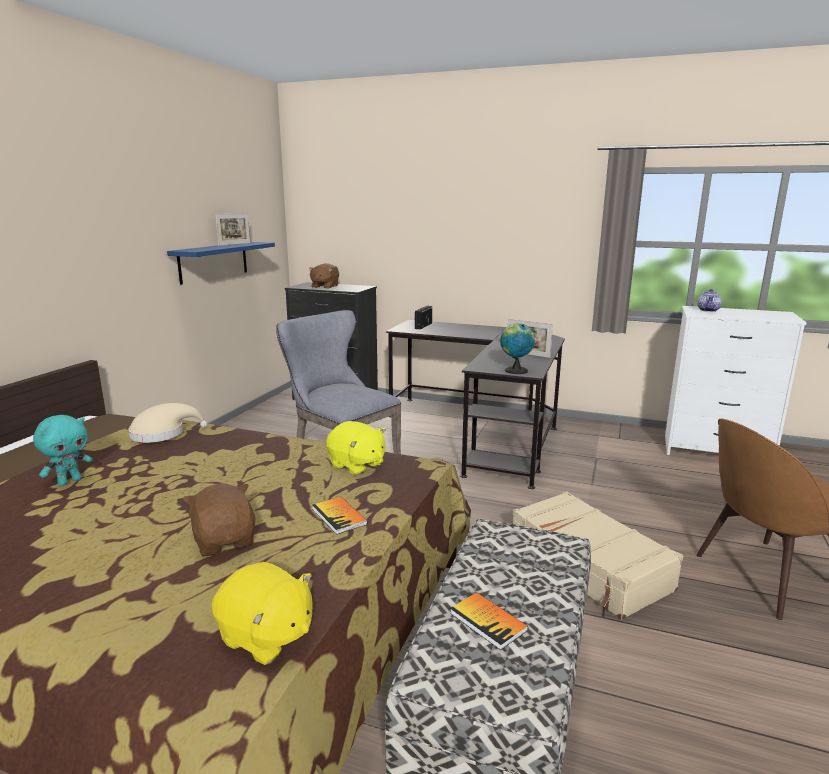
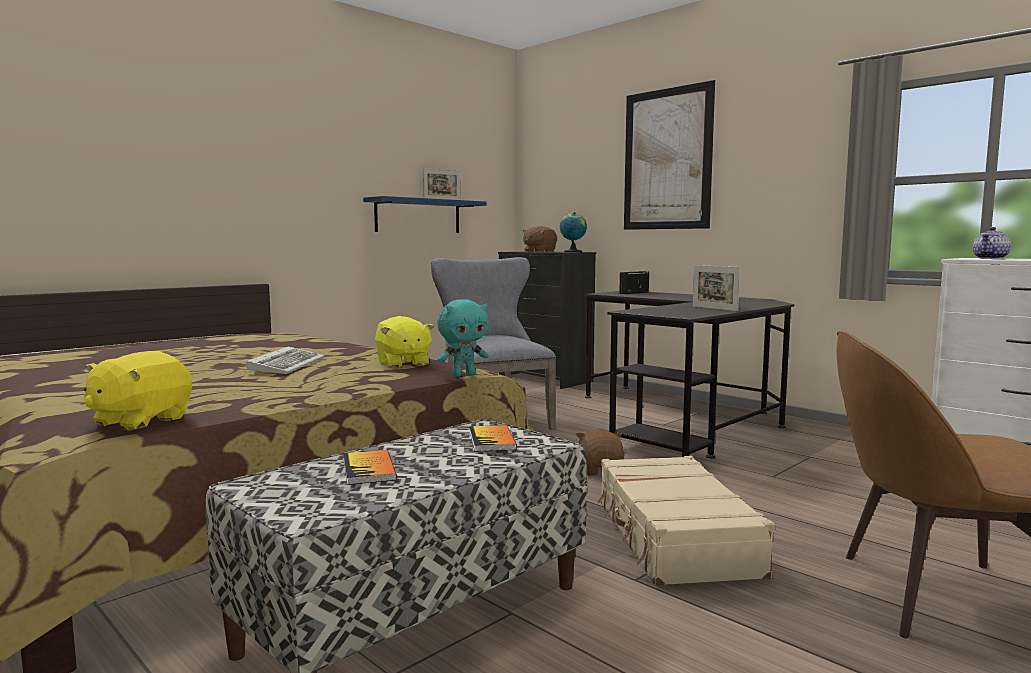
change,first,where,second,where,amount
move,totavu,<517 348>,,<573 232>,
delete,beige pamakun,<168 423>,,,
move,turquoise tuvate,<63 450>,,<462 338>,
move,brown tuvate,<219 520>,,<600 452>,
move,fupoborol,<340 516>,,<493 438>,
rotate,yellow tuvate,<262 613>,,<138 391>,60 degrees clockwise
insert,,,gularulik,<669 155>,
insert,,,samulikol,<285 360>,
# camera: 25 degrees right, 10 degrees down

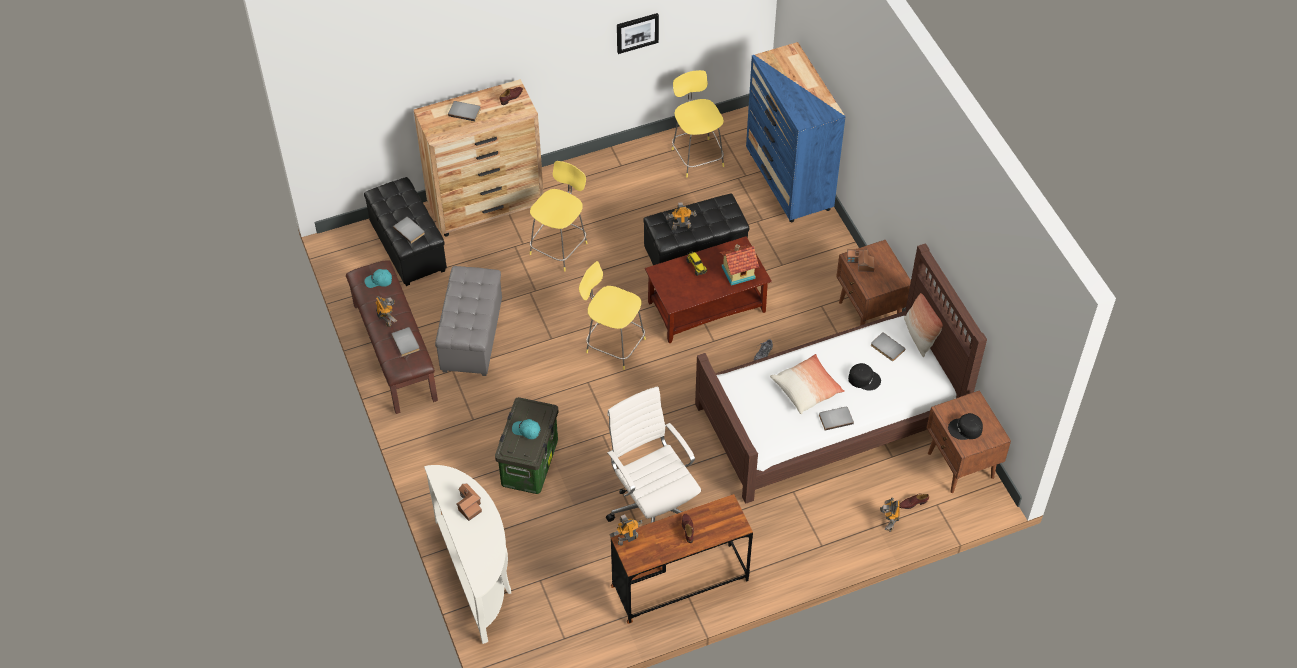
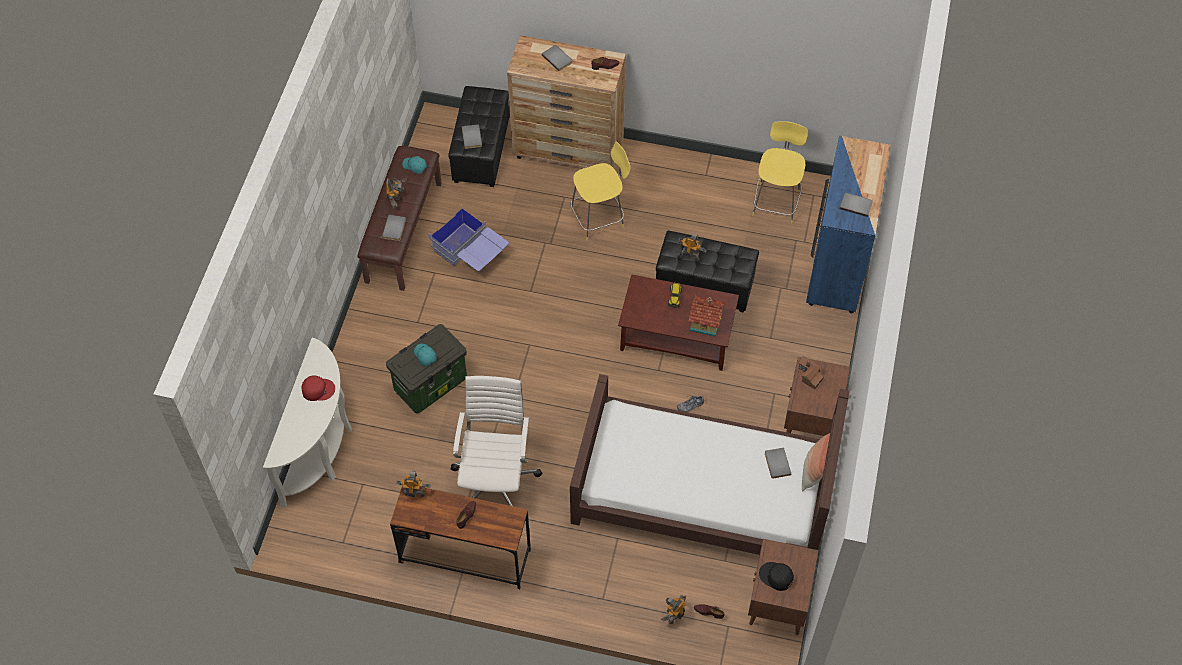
change,first,where,second,where,amount
delete,gularulik,<638 33>,,,
delete,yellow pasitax,<612 315>,,,
replace,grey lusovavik,<468 321>,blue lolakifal,<468 240>,
delete,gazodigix,<807 384>,,,
delete,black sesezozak,<864 377>,,,
move,grey fupoborol,<836 419>,,<856 205>,
replace,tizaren,<469 502>,red sesezozak,<318 388>,
# camera: 35 degrees right, 5 degrees up

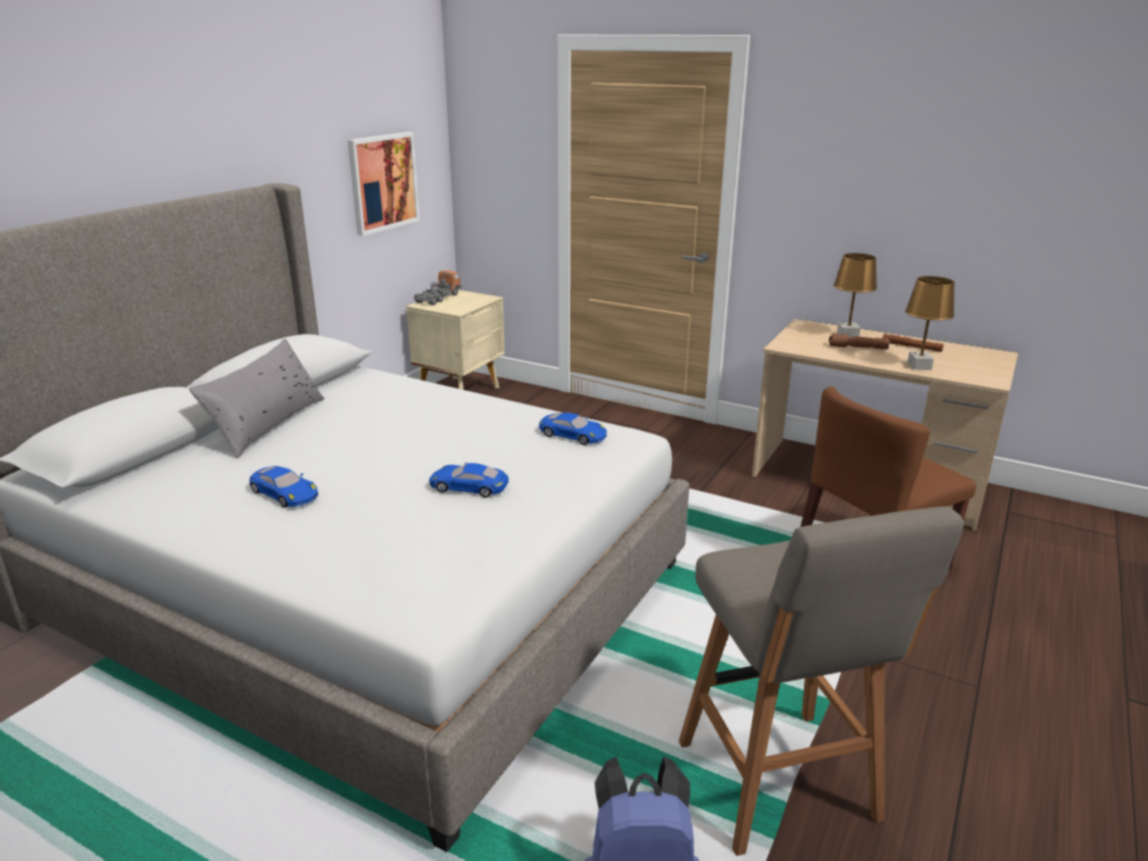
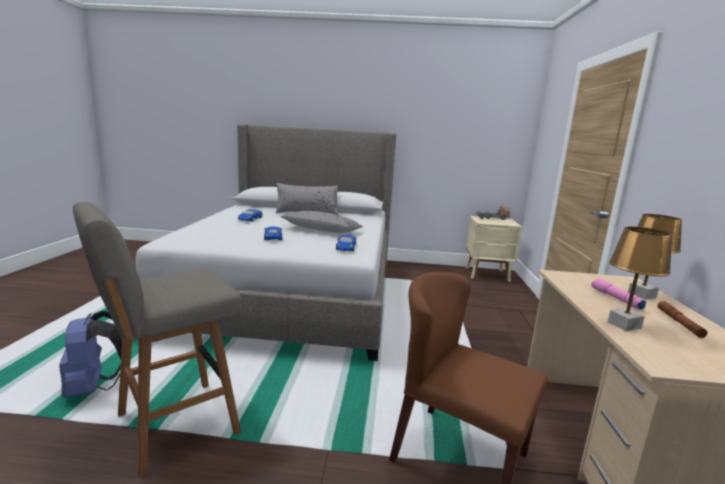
change,first,where,second,where,amount
delete,gularulik,<384 184>,,,
recolor,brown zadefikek,<859 341>,pink zadefikek,<619 294>,
insert,,,grey gazodigix,<321 222>,
# camera: 65 degrees right, 10 degrees down

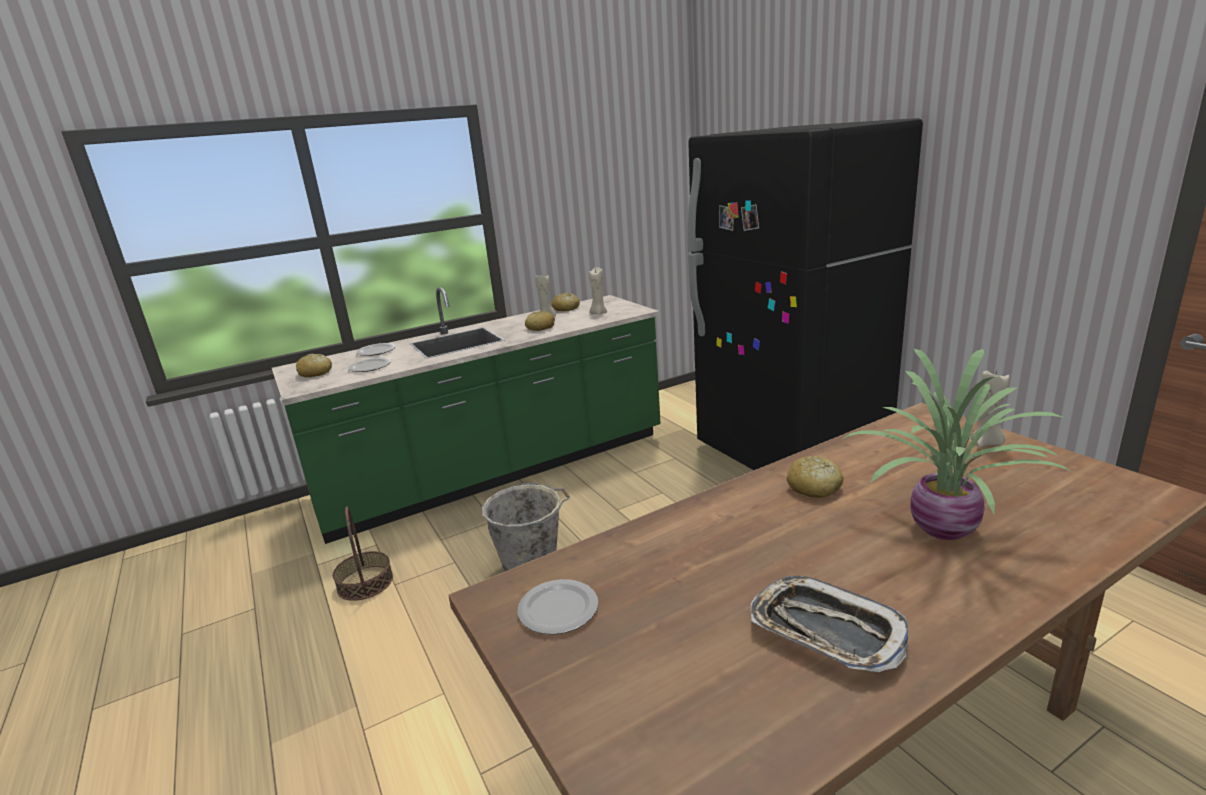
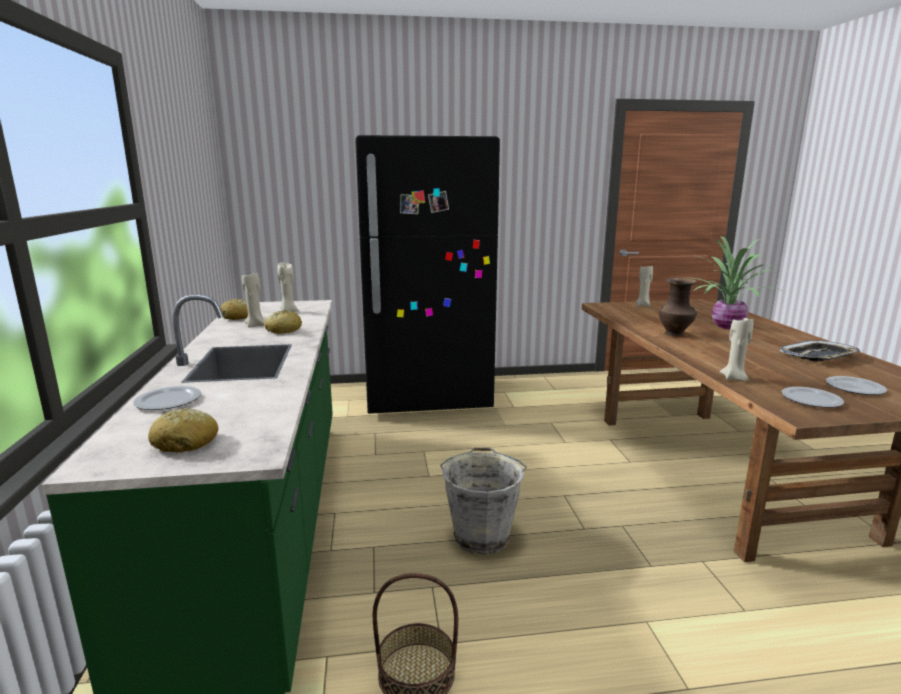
change,first,where,second,where,amount
move,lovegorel,<369 365>,,<856 385>,
replace,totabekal,<815 477>,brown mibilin,<678 307>,
insert,,,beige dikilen,<737 348>,
# camera: 70 degrees left, 5 degrees down

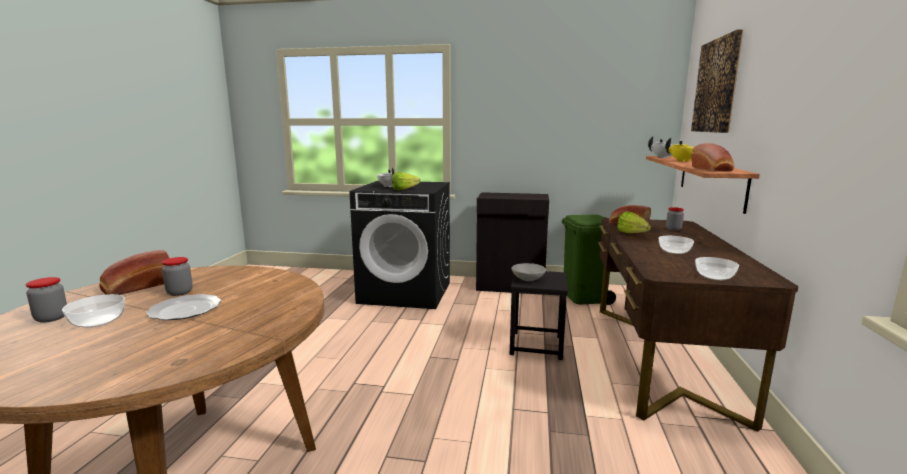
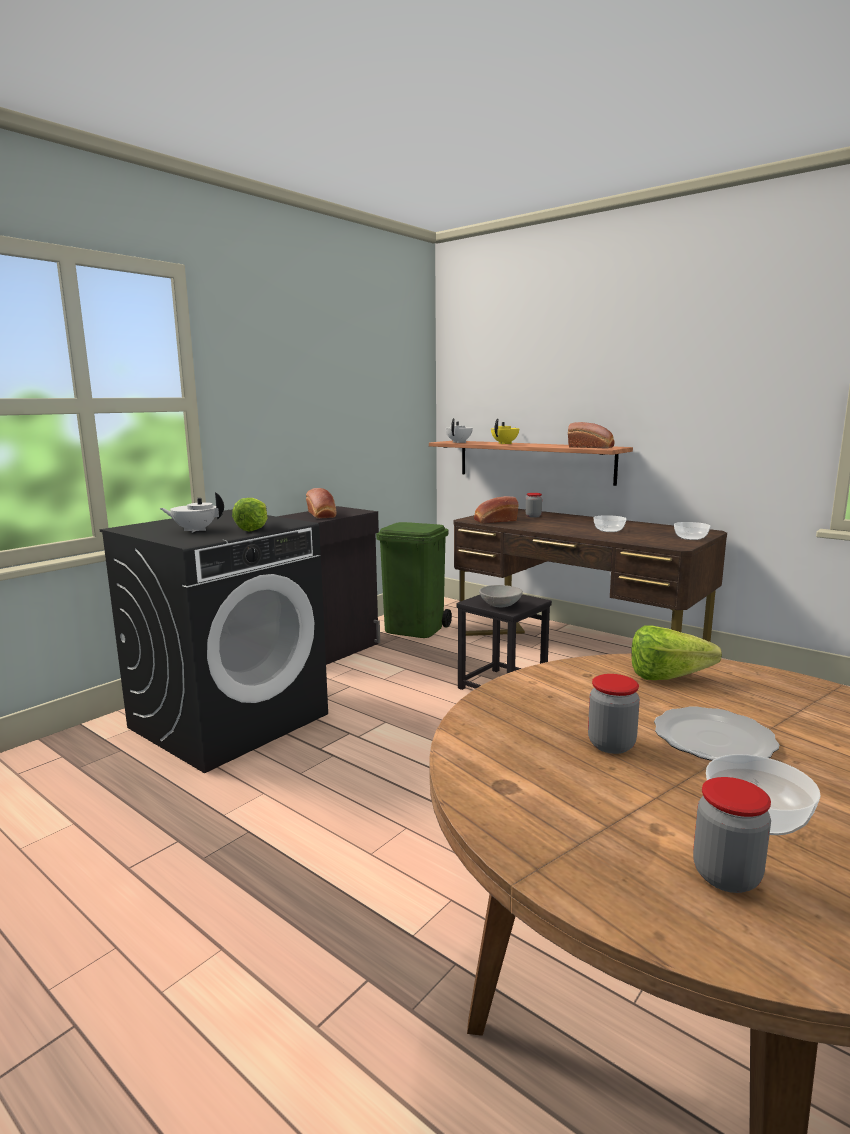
change,first,where,second,where,amount
delete,gularulik,<717 81>,,,
move,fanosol,<634 222>,,<676 652>,
move,totabekal,<134 272>,,<321 503>,
# camera: 60 degrees left, 0 degrees up

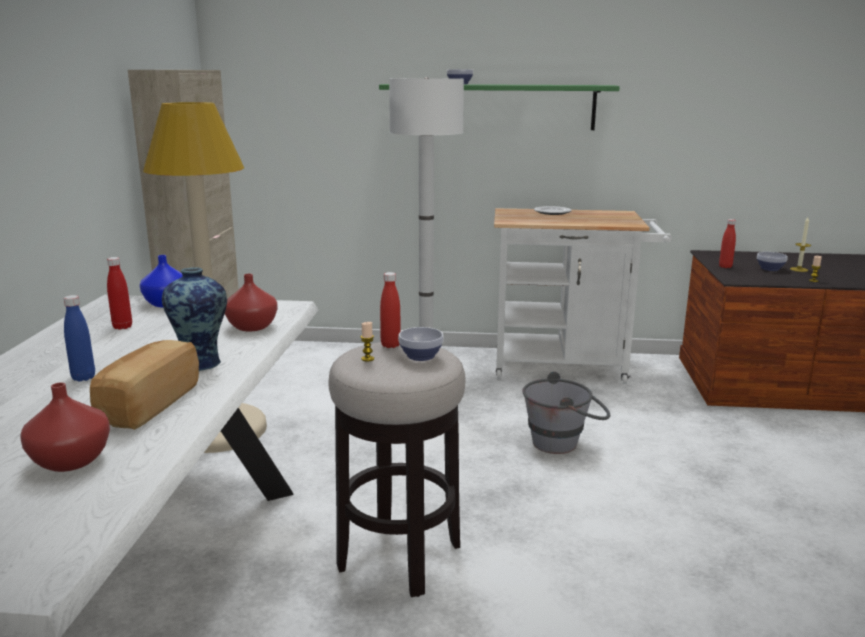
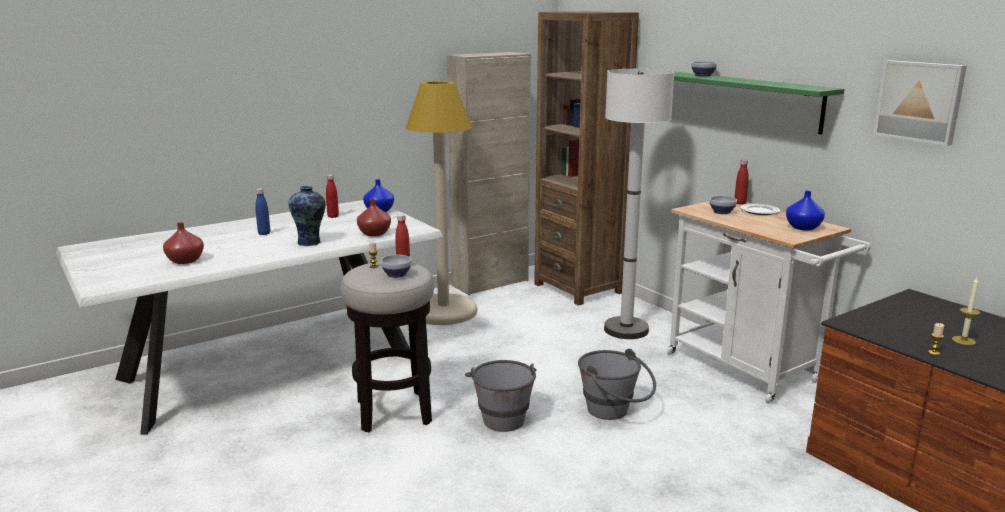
change,first,where,second,where,amount
move,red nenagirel,<727 243>,,<741 182>,
move,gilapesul,<772 261>,,<723 205>,
delete,totabekal,<144 385>,,,
insert,,,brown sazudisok,<586 158>,
insert,,,gularulik,<920 103>,
insert,,,blue mibilin,<805 211>,
insert,,,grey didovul,<501 396>,
# camera: 50 degrees right, 0 degrees up

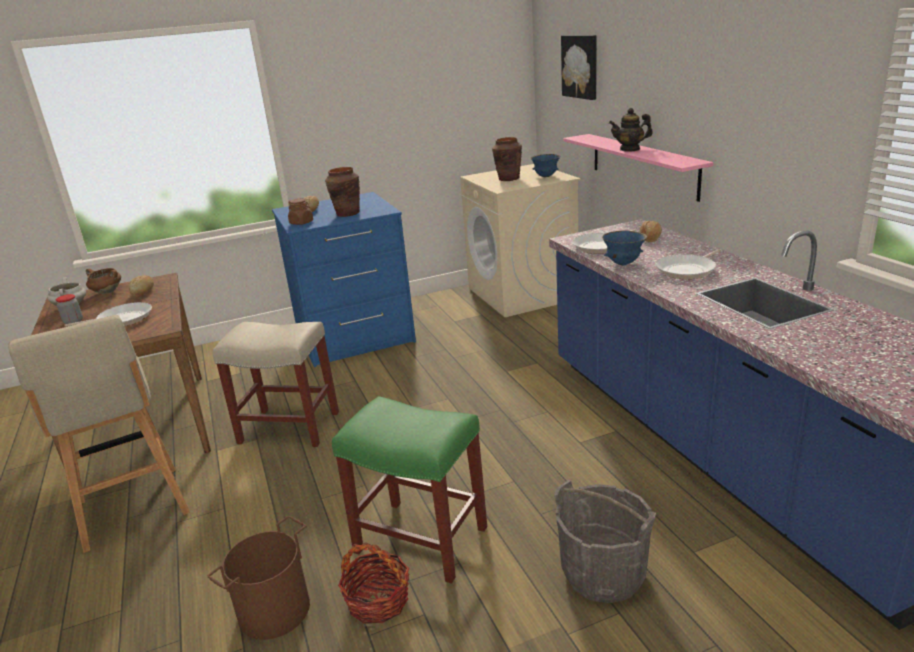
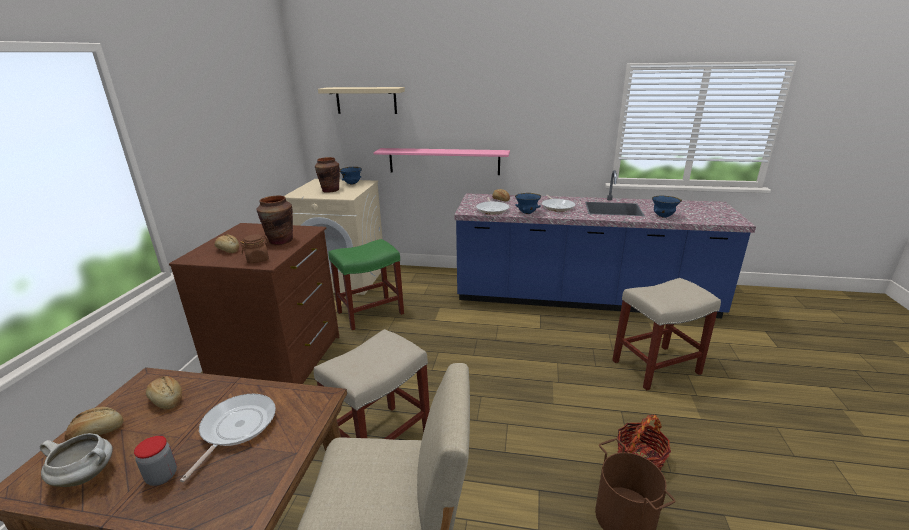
change,first,where,second,where,amount
replace,gularulik,<579 67>,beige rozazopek,<361 100>,
delete,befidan,<631 130>,,,
recolor,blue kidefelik,<344 279>,brown kidefelik,<254 303>,
replace,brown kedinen,<103 281>,totabekal,<94 424>,
move,green pasitax,<409 490>,,<366 284>,
replace,grey didovul,<605 541>,beige pasitax,<666 334>,
insert,,,blue gilapesul,<667 207>,
# camera: 60 degrees left, 0 degrees up

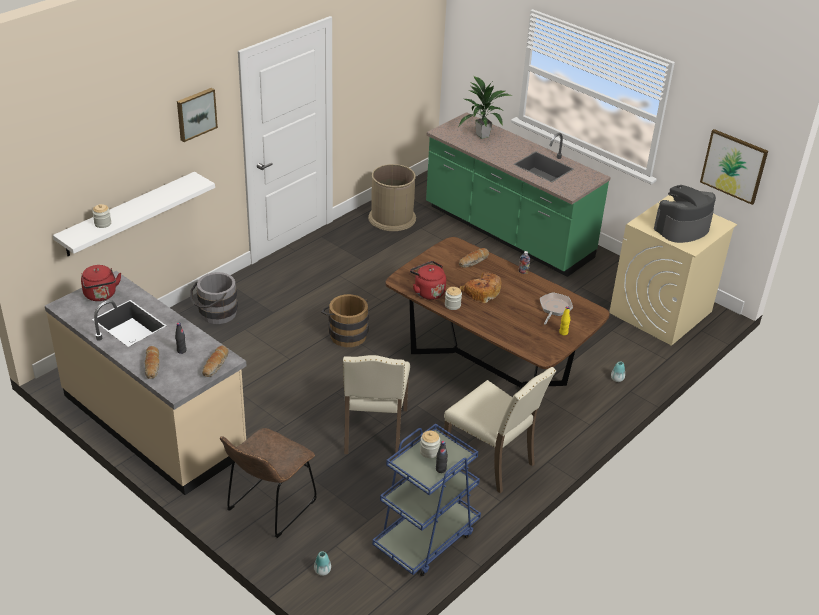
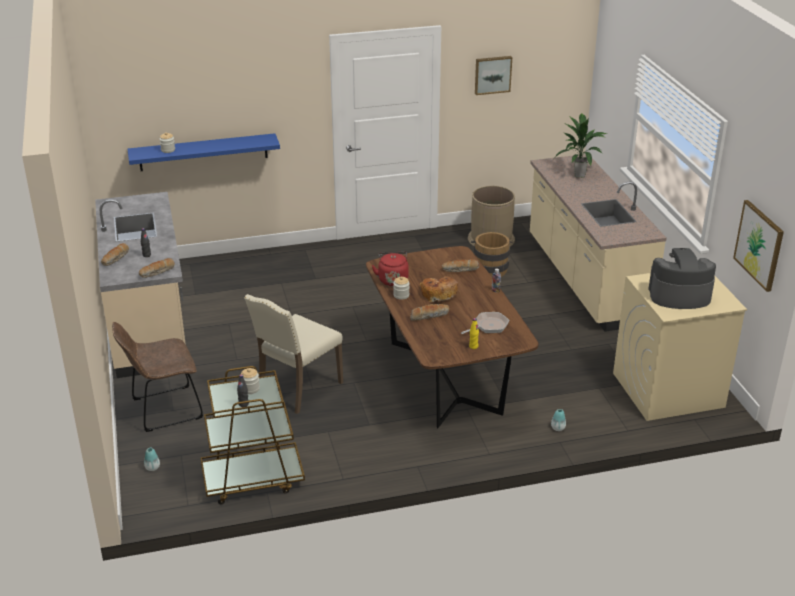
change,first,where,second,where,amount
move,gularulik,<197 115>,,<493 75>,
recolor,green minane,<518 194>,beige minane,<598 243>,
recolor,white rozazopek,<134 214>,blue rozazopek,<204 152>,
delete,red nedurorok,<101 283>,,,
delete,grey didovul,<214 298>,,,
move,brown didovul,<345 320>,,<492 254>,
delete,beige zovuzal,<500 430>,,,
recolor,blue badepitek,<426 500>,brown badepitek,<252 435>,
insert,,,totabekal,<429 312>,
# camera: 35 degrees right, 5 degrees down

